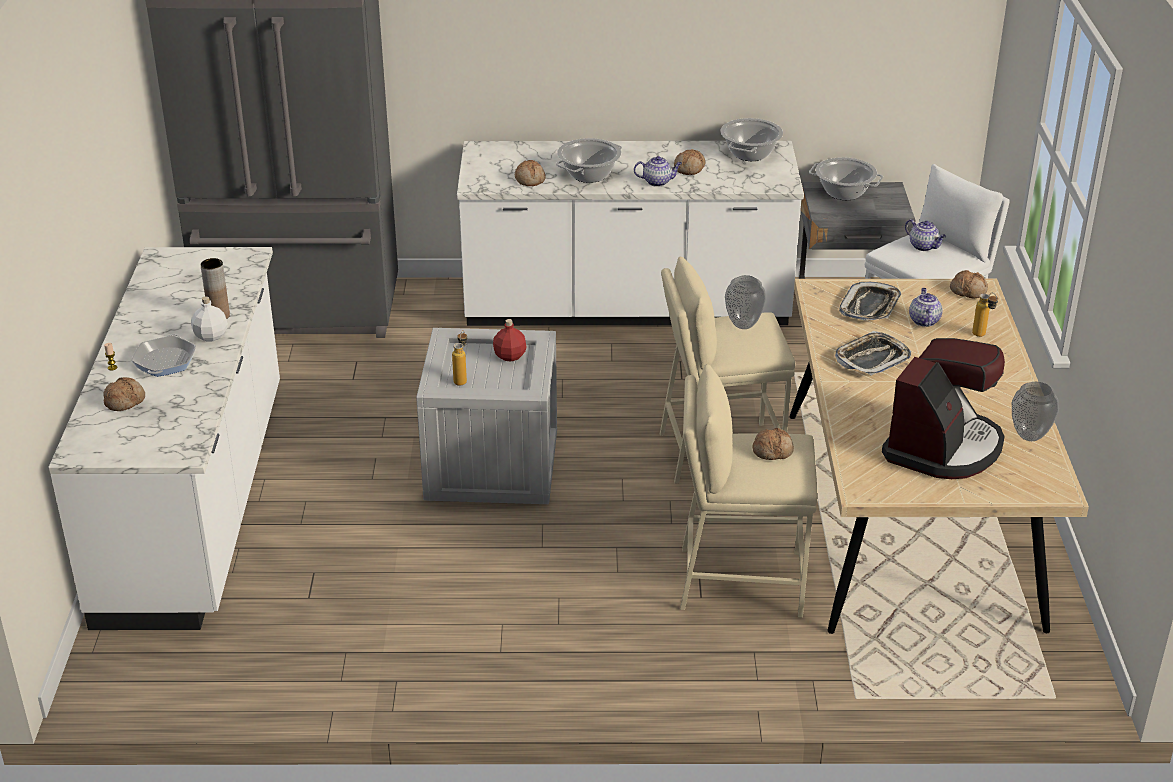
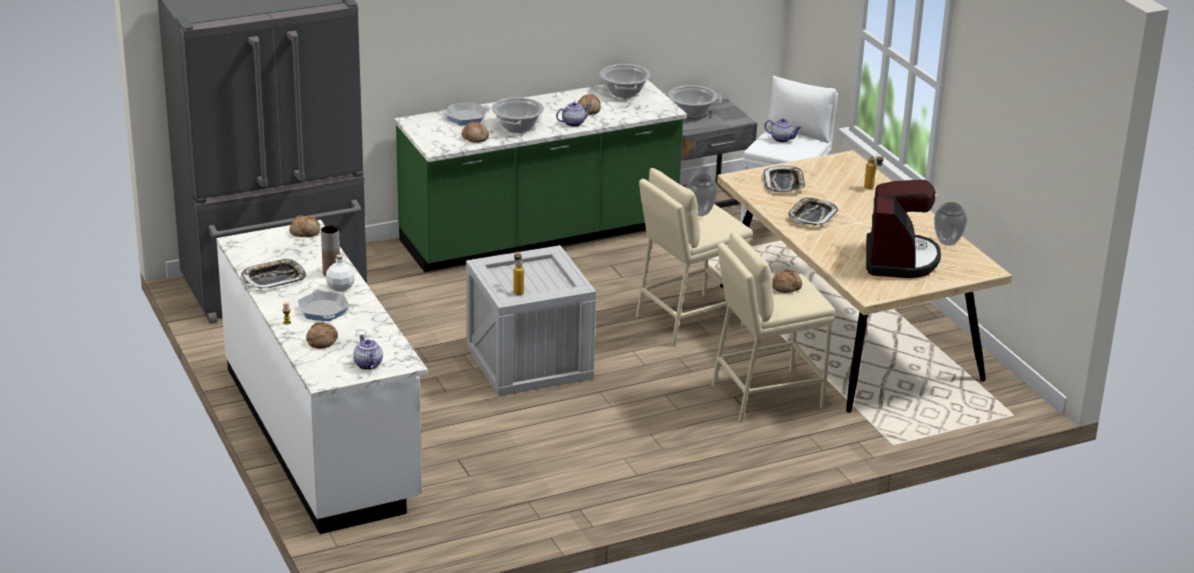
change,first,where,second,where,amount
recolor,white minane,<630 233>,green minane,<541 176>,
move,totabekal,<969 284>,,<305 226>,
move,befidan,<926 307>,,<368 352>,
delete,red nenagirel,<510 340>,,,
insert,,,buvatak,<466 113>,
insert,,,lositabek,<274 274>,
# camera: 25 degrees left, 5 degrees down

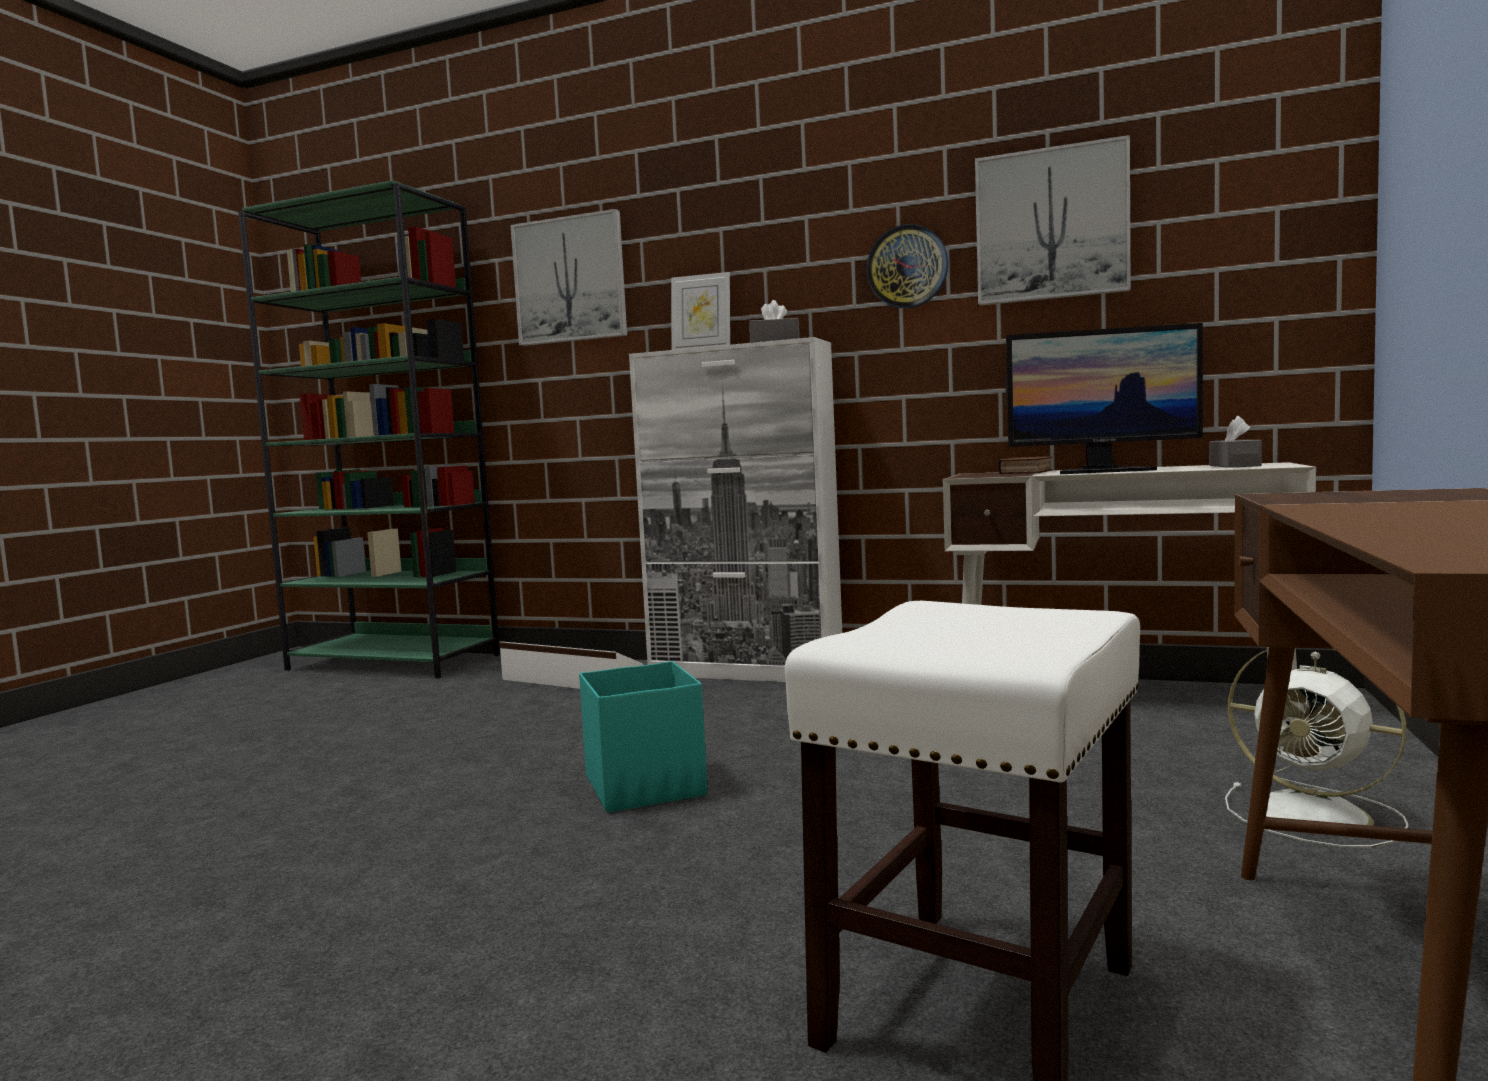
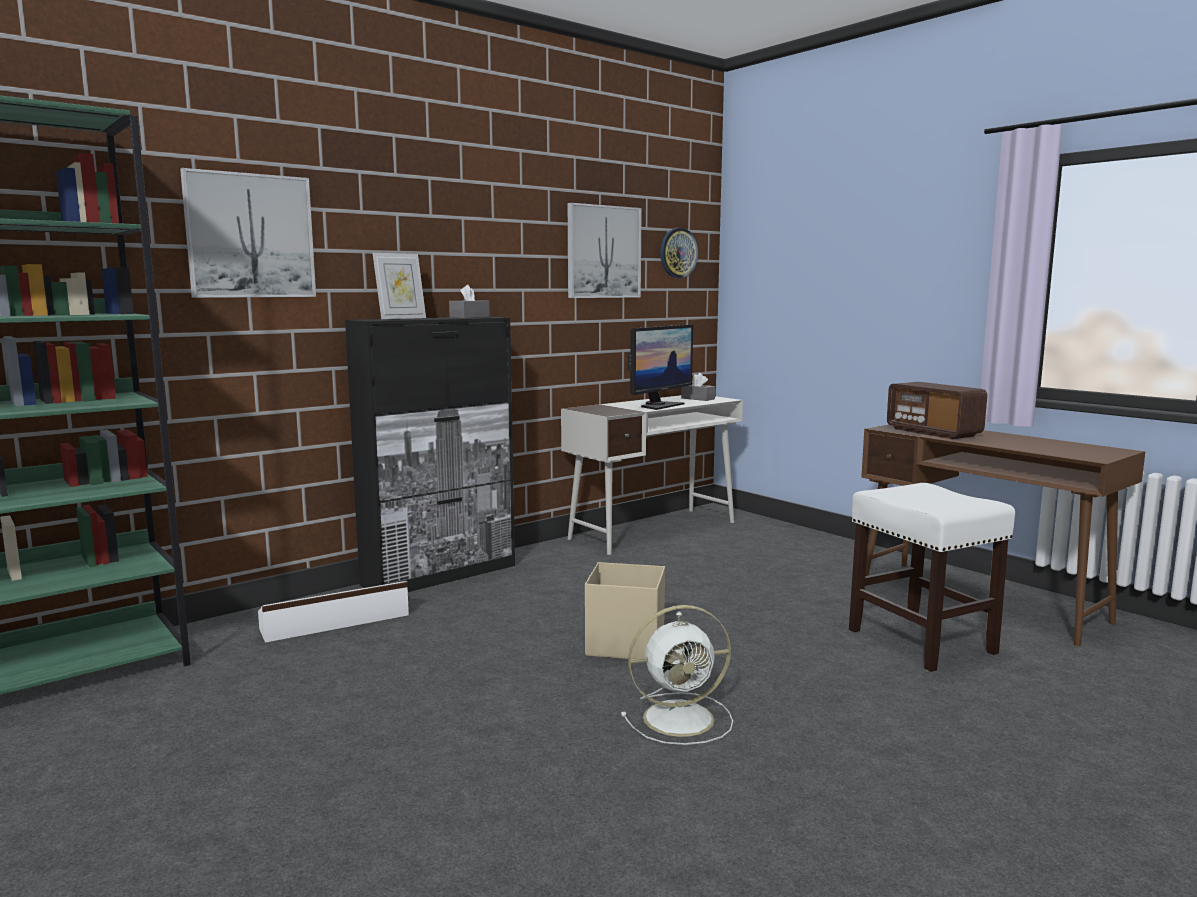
change,first,where,second,where,amount
move,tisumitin,<907 266>,,<679 253>,
recolor,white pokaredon,<735 509>,black pokaredon,<430 454>,
delete,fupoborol,<1025 465>,,,
move,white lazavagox,<1317 748>,,<677 675>,
recolor,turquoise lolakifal,<643 737>,beige lolakifal,<625 610>,
insert,,,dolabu,<937 410>,
# camera: 60 degrees left, 5 degrees up

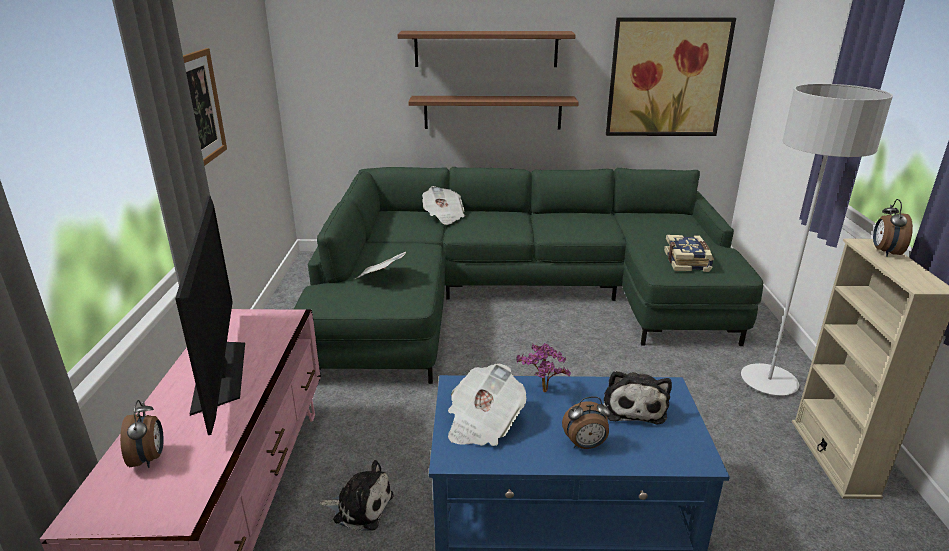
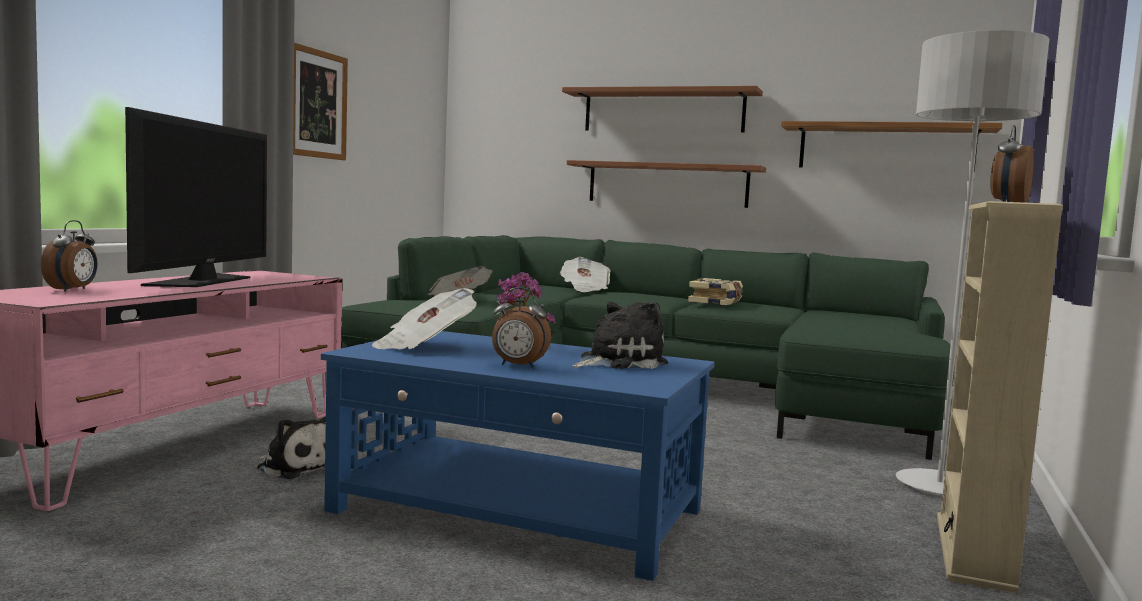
change,first,where,second,where,amount
replace,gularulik,<671 76>,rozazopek,<892 146>,
move,fupoborol,<689 253>,,<715 291>,
rotate,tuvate,<638 398>,,<620 335>,150 degrees counterclockwise
# camera: 20 degrees right, 20 degrees down

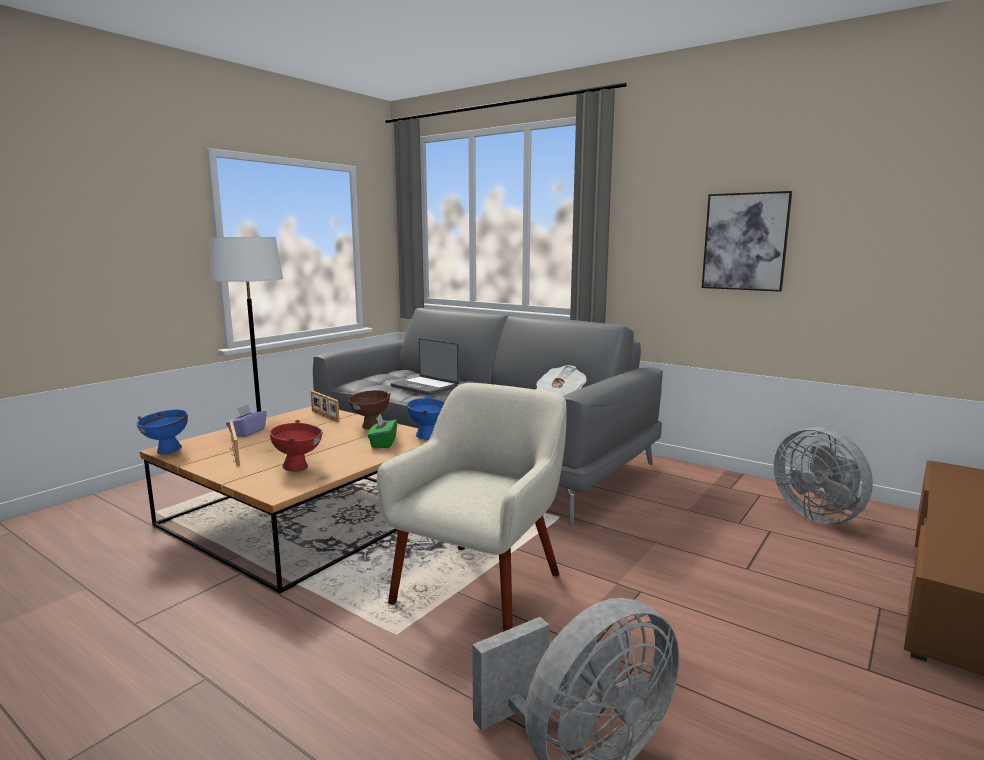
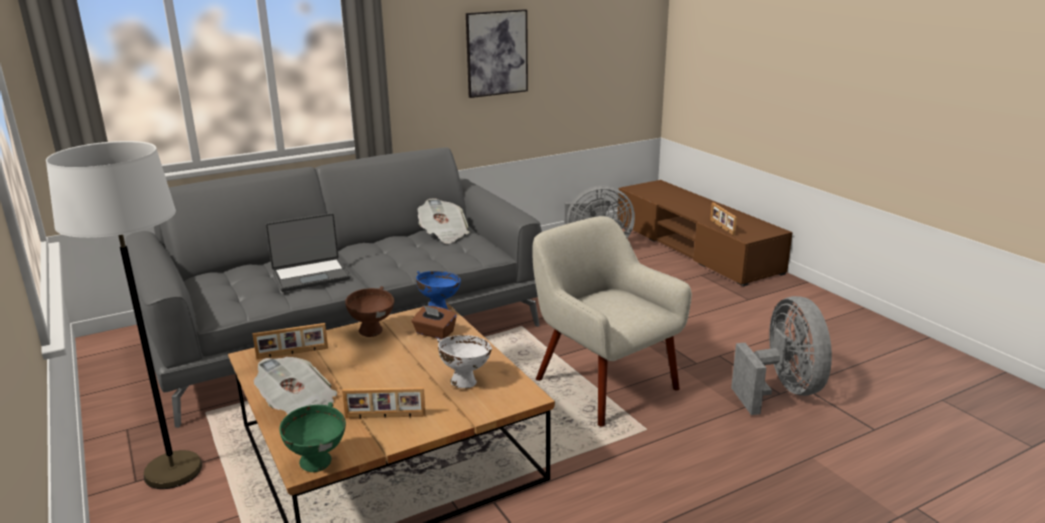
change,first,where,second,where,amount
replace,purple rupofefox,<246 420>,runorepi,<295 385>,
recolor,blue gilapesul,<162 432>,green gilapesul,<312 437>,
recolor,green rupofefox,<382 431>,brown rupofefox,<434 322>,
recolor,red gilapesul,<296 445>,white gilapesul,<464 361>,
insert,,,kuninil,<723 219>,
# camera: 65 degrees left, 10 degrees up

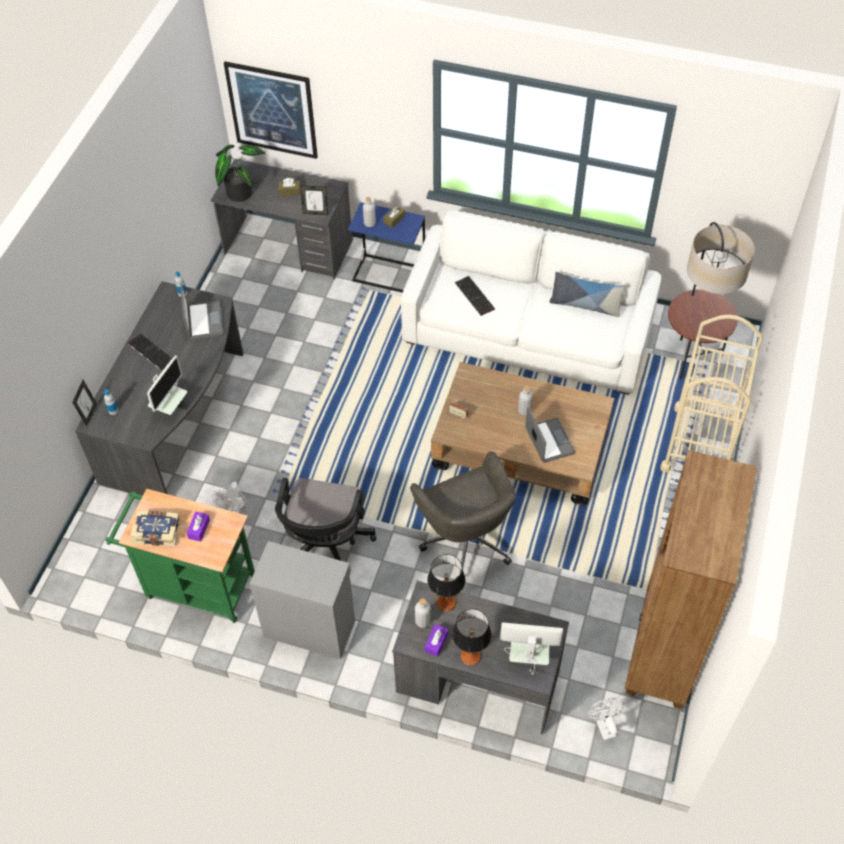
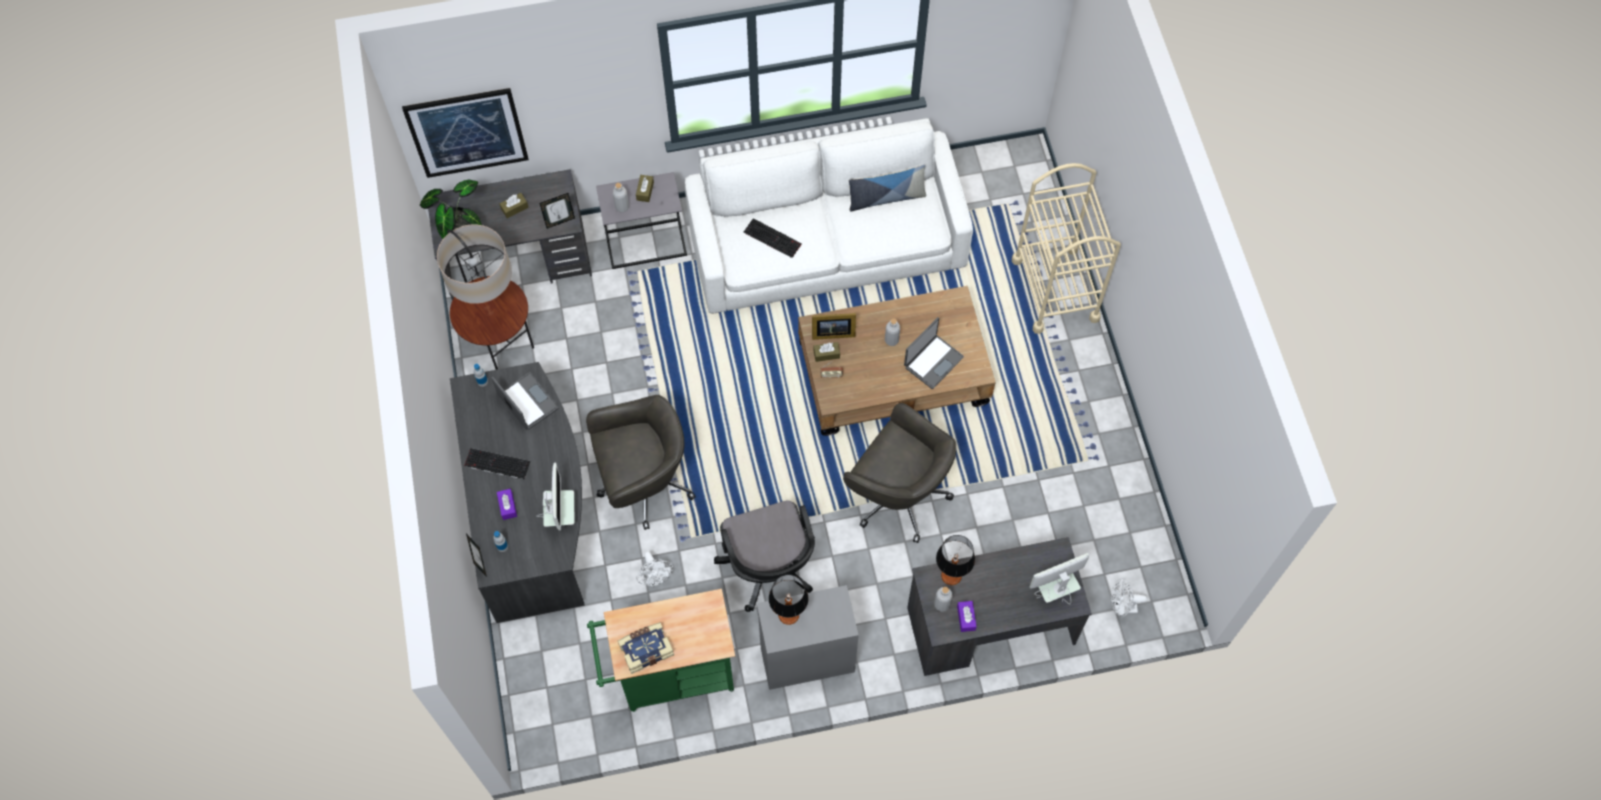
change,first,where,second,where,amount
recolor,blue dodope,<386 247>,grey dodope,<641 220>,
move,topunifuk,<711 300>,,<485 297>,
rotate,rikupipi,<550 435>,,<934 353>,90 degrees clockwise
delete,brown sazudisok,<691 580>,,,
move,purple rupofefox,<198 526>,,<507 504>,
move,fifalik,<471 637>,,<789 600>,
rotate,white lazavagox,<605 719>,,<1129 597>,45 degrees counterclockwise
insert,,,kuninil,<834 326>,
insert,,,brown rupofefox,<826 352>,
insert,,,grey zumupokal,<641 462>,
# camera: 30 degrees left, 10 degrees up

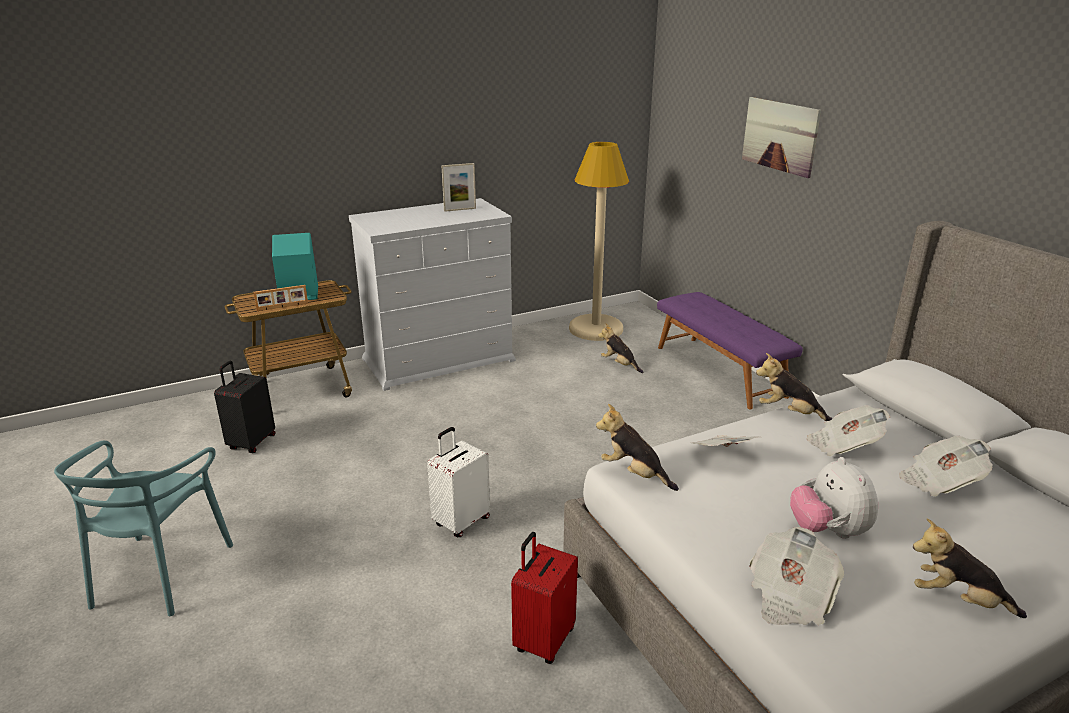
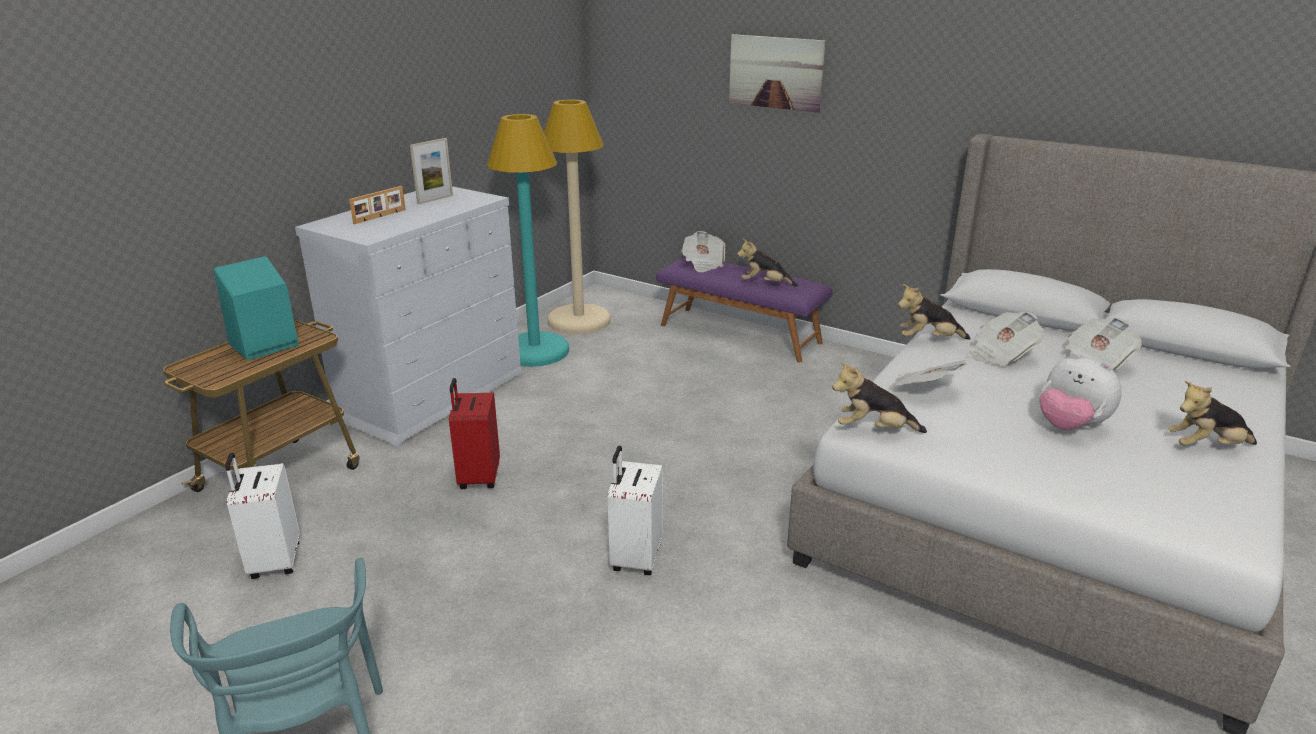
change,first,where,second,where,amount
move,kuninil,<280 298>,,<377 205>,
move,tuvate,<621 348>,,<767 263>,
recolor,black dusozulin,<244 407>,white dusozulin,<262 516>,
move,runorepi,<797 576>,,<703 251>,
move,red dusozulin,<544 598>,,<474 433>,
insert,,,turquoise topunifuk,<528 240>,
# camera: 30 degrees left, 0 degrees up

